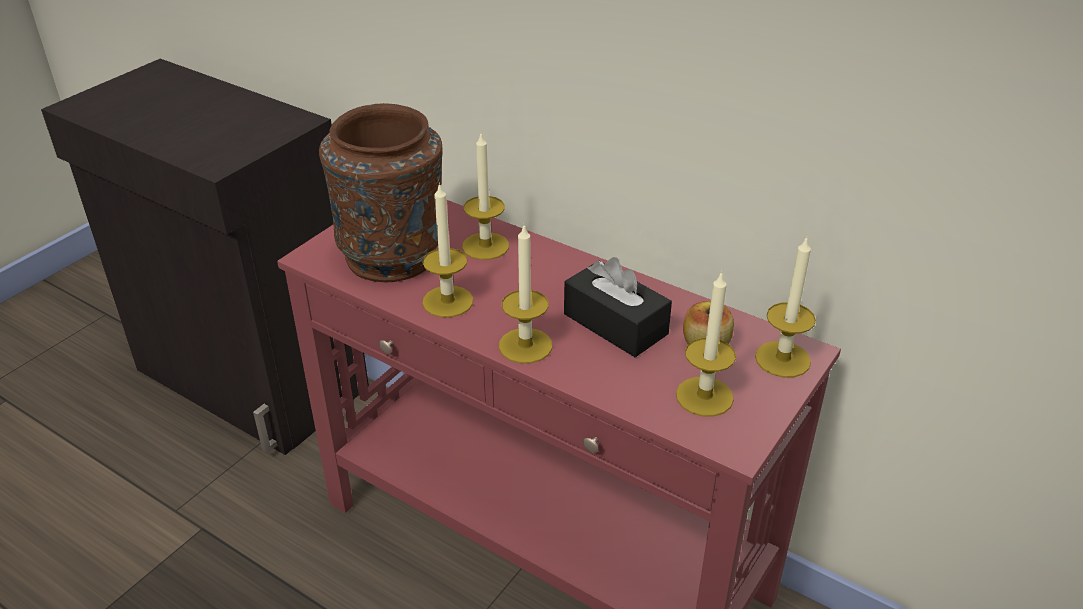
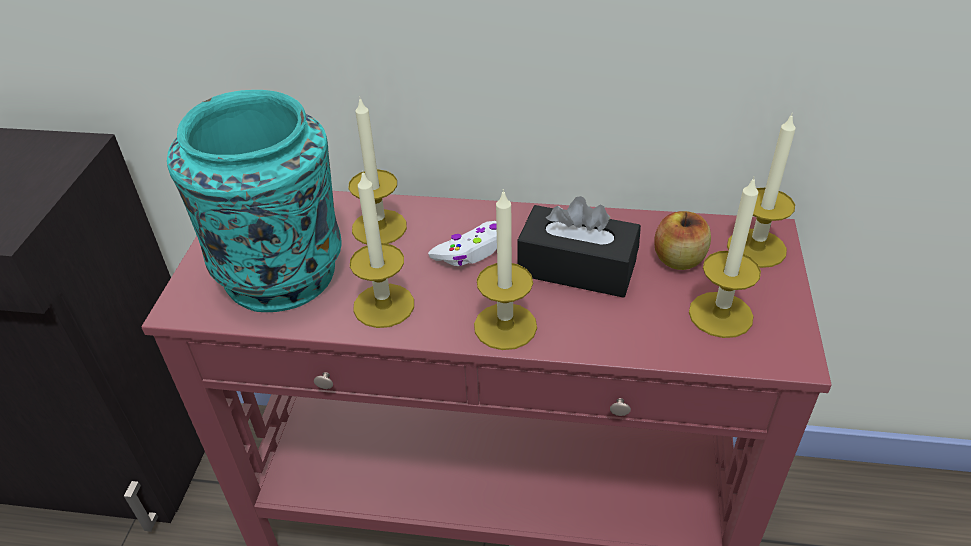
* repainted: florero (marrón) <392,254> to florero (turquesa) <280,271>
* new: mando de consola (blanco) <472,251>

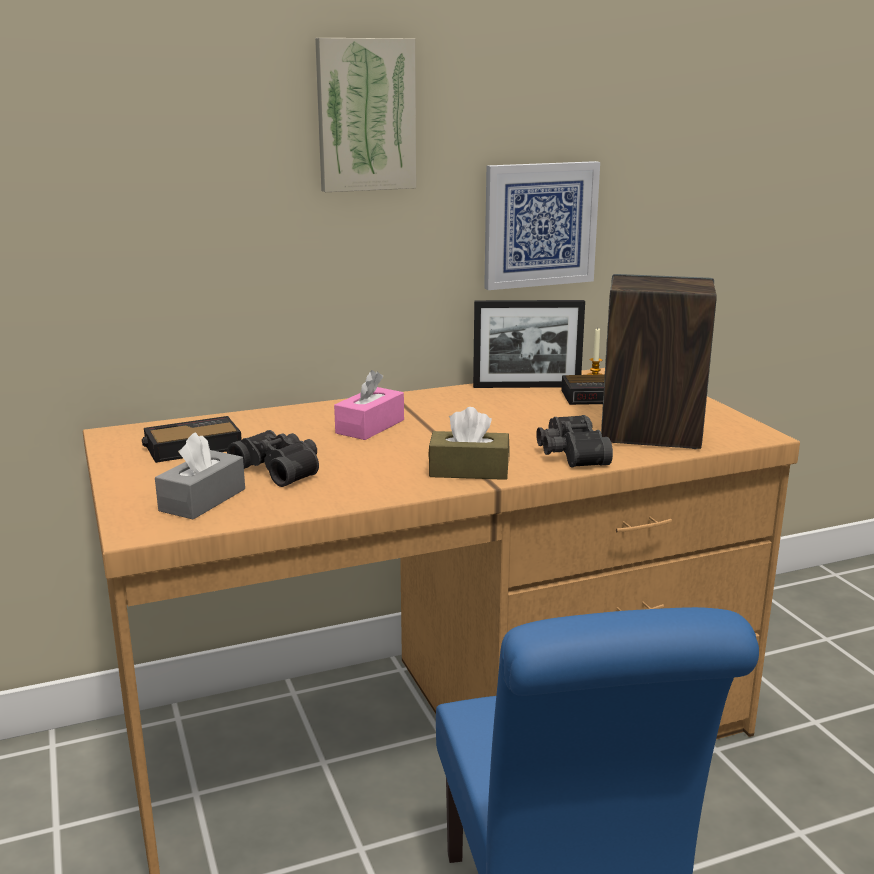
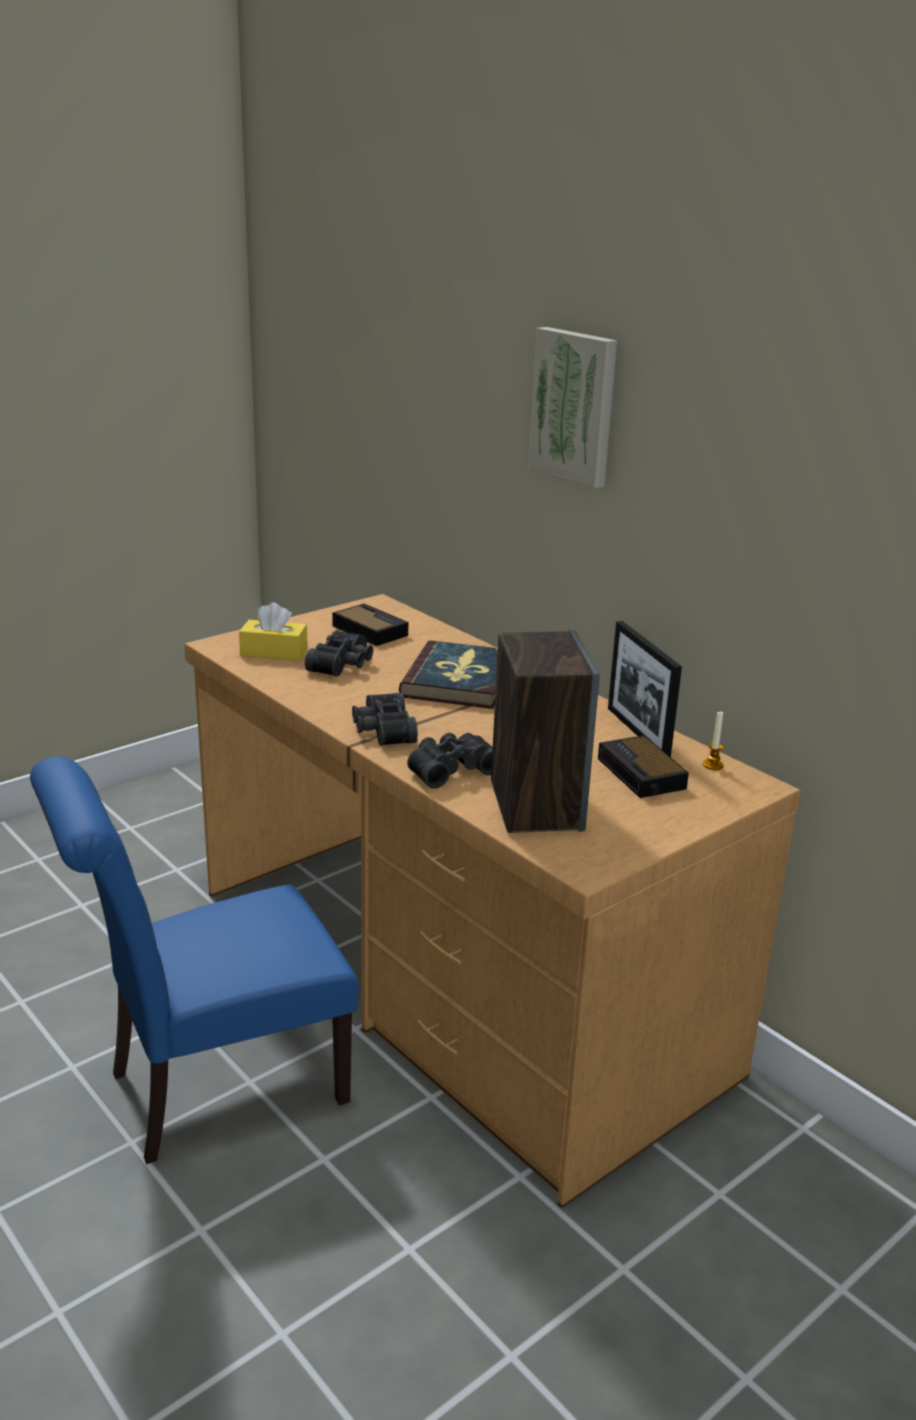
* repainted: caja de pañuelos (gris) <202,500> to caja de pañuelos (amarillo) <274,652>
* swapped: caja de pañuelos (marrón) <469,470> to prismáticos (negro) <382,730>
* swapped: caja de pañuelos (rosa) <370,426> to libro <459,680>
* gone: cuadro <540,224>

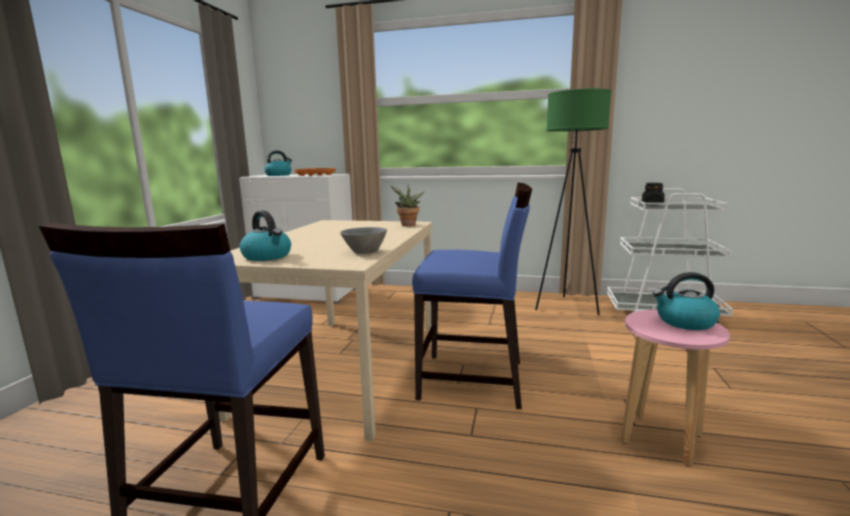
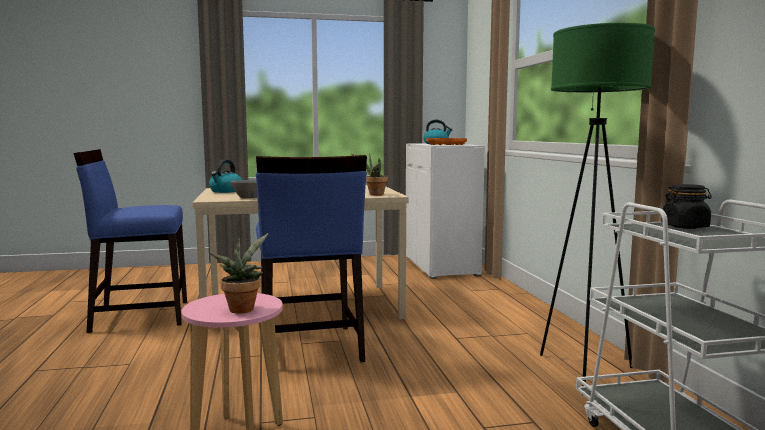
* swapped: hervidor <684,322> to planta en maceta <242,308>

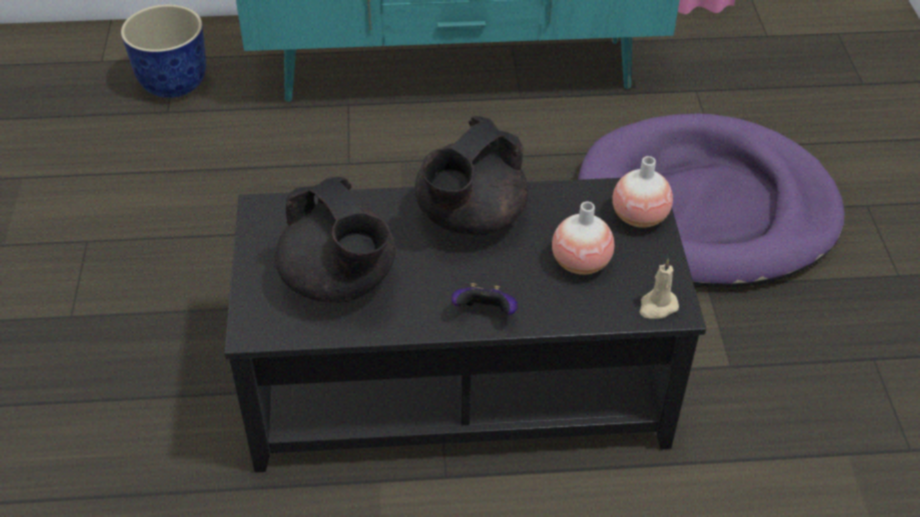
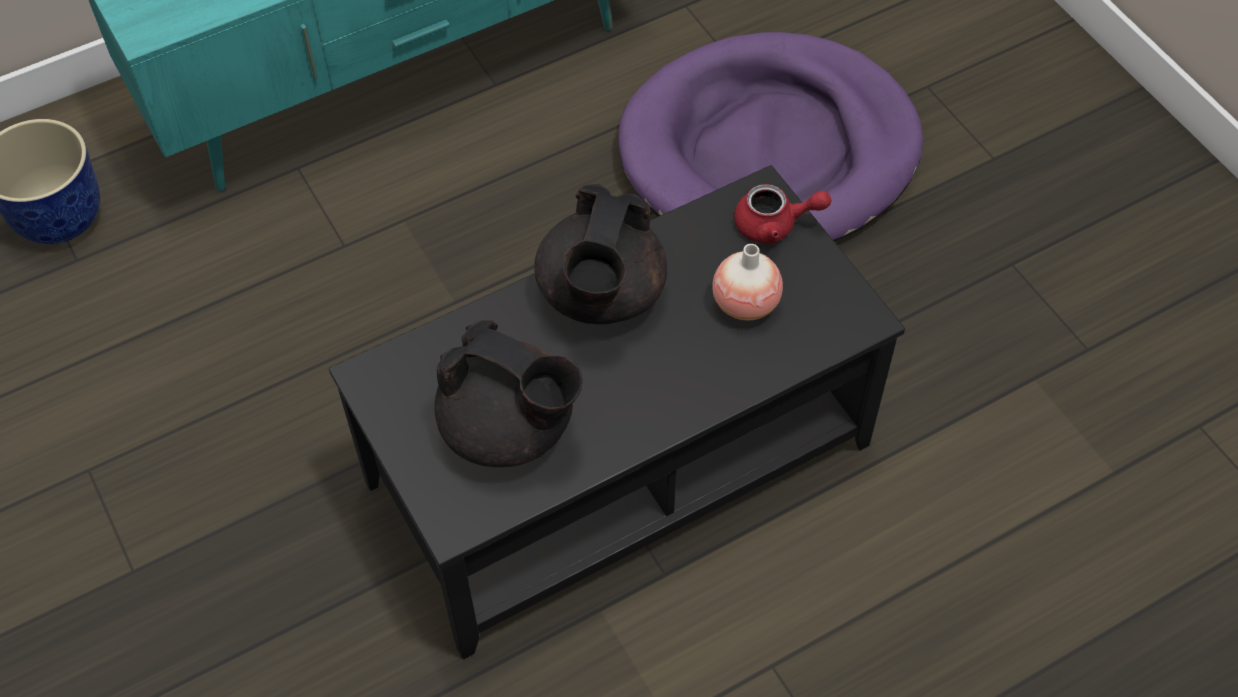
* swapped: florero <639,217> to tetera (rojo) <774,225>
* gone: mando de consola <485,313>
* gone: vela (beis) <657,306>

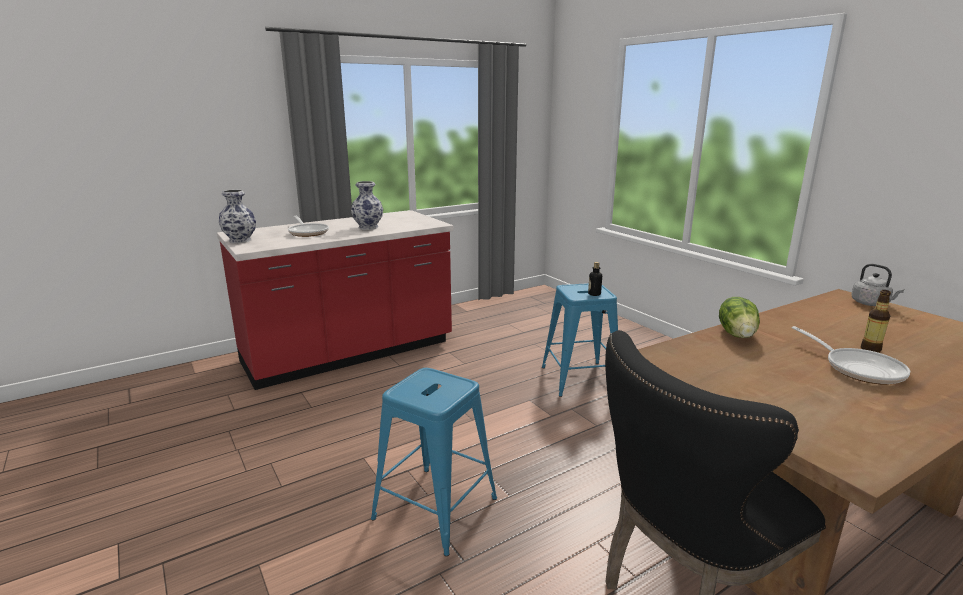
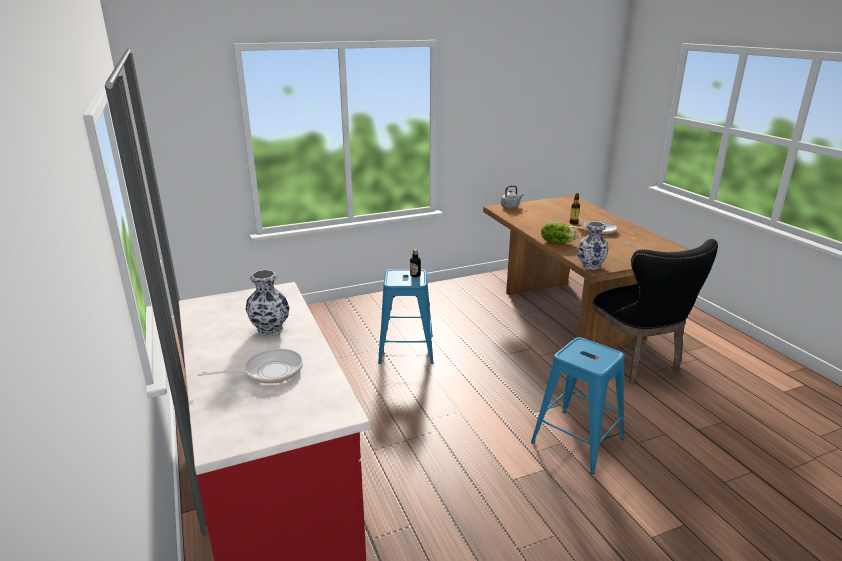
* shifted: florero <240,240> to <590,266>

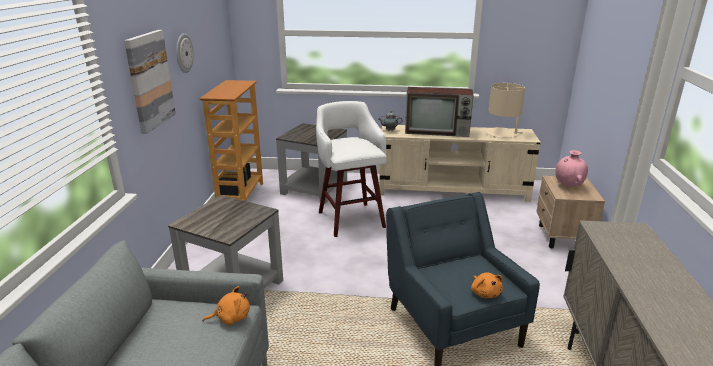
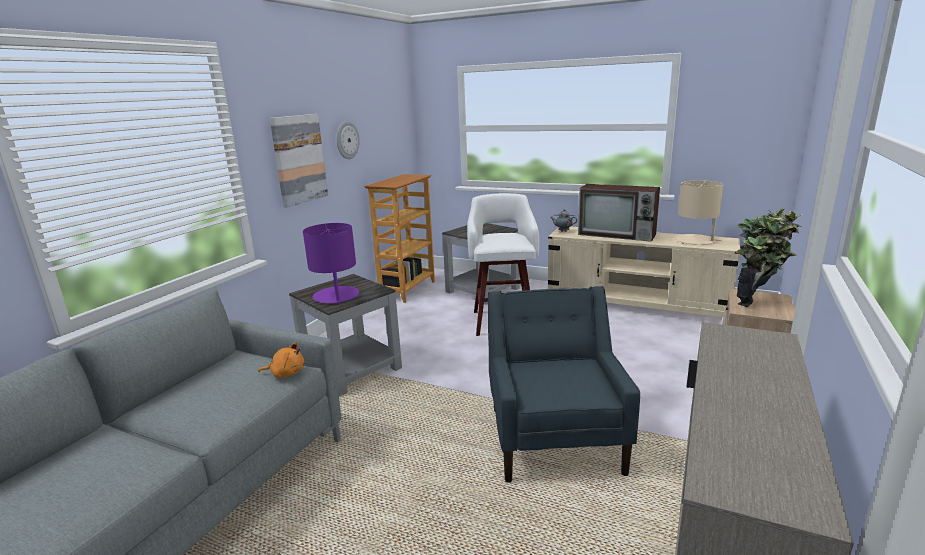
* new: lámpara de mesa (morado) <336,296>
* swapped: florero (rosa) <568,186> to planta en maceta <757,302>
* gone: peluche (naranja) <485,293>

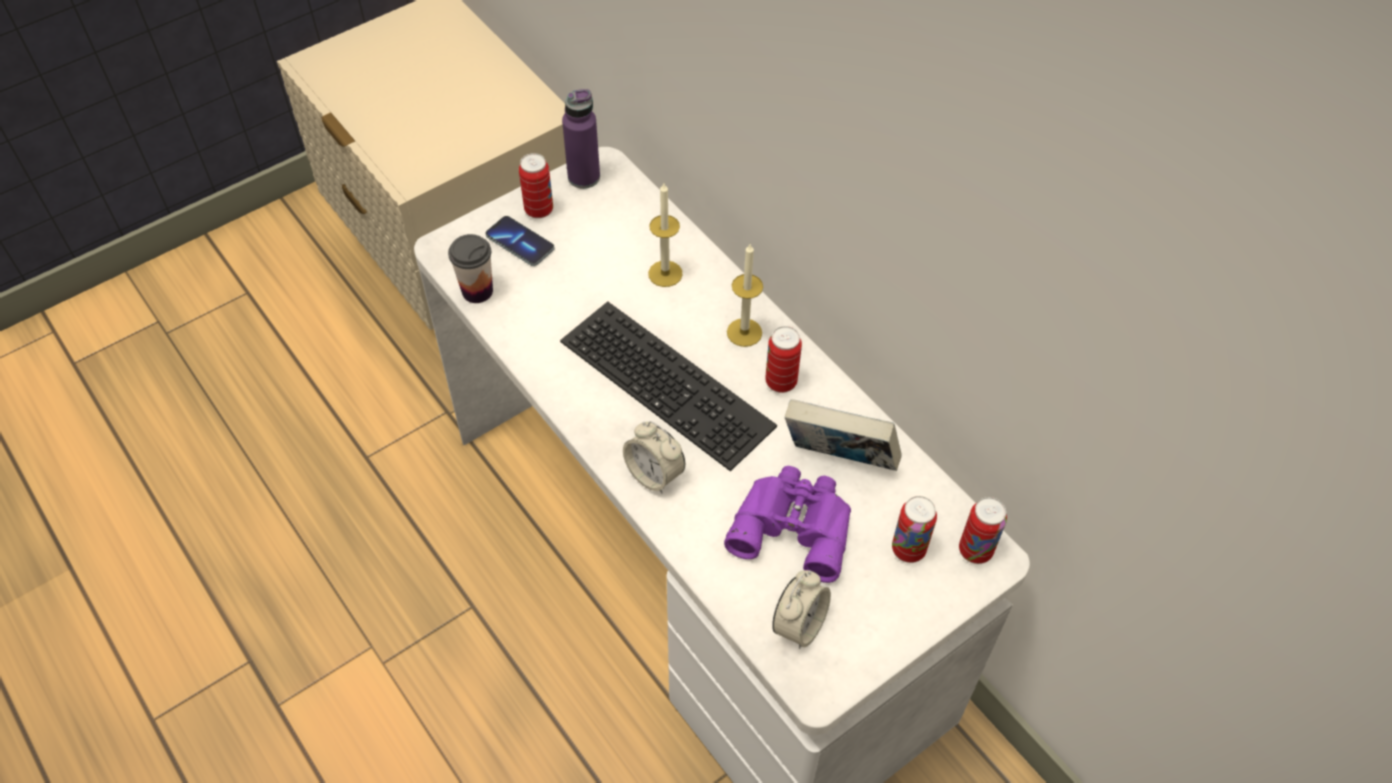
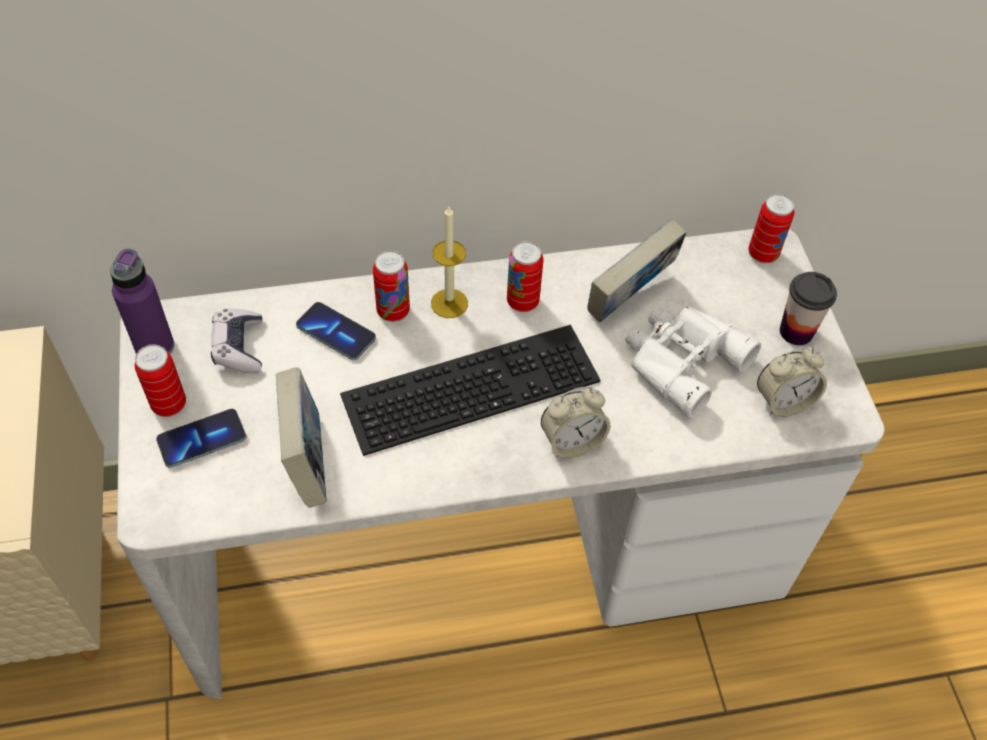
* new: mando de consola <239,347>
* new: libro <307,461>
* swapped: vela <665,273> to móvil <336,333>
* shifted: lata <908,549> to <393,311>
* repainted: prismáticos (morado) <793,524> to prismáticos (blanco) <680,360>
* rotated: despertador <799,625> = <783,402> 105 degrees clockwise
* shifted: taza <477,291> to <796,332>

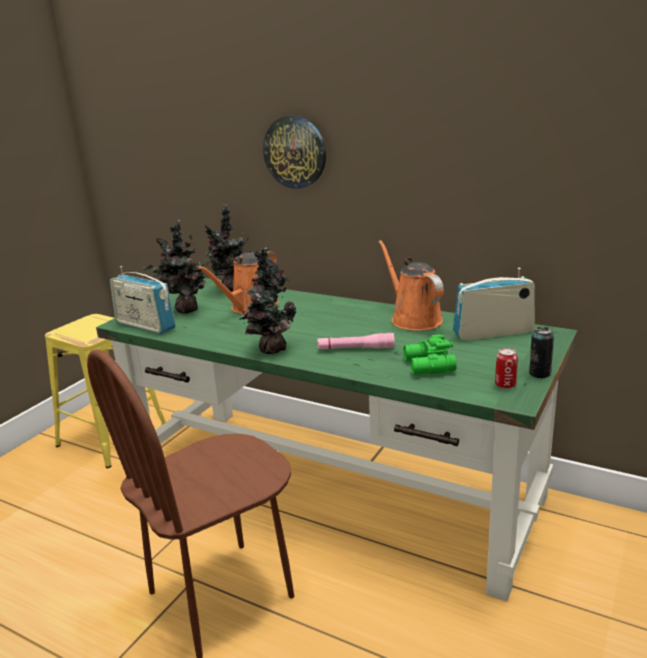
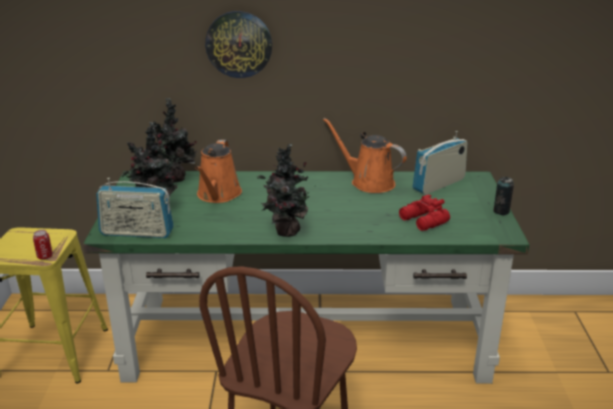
* shifted: lata <505,385> to <45,256>
* repainted: prismáticos (verde) <428,366> to prismáticos (rojo) <423,221>
* gone: linterna (rosa) <355,348>

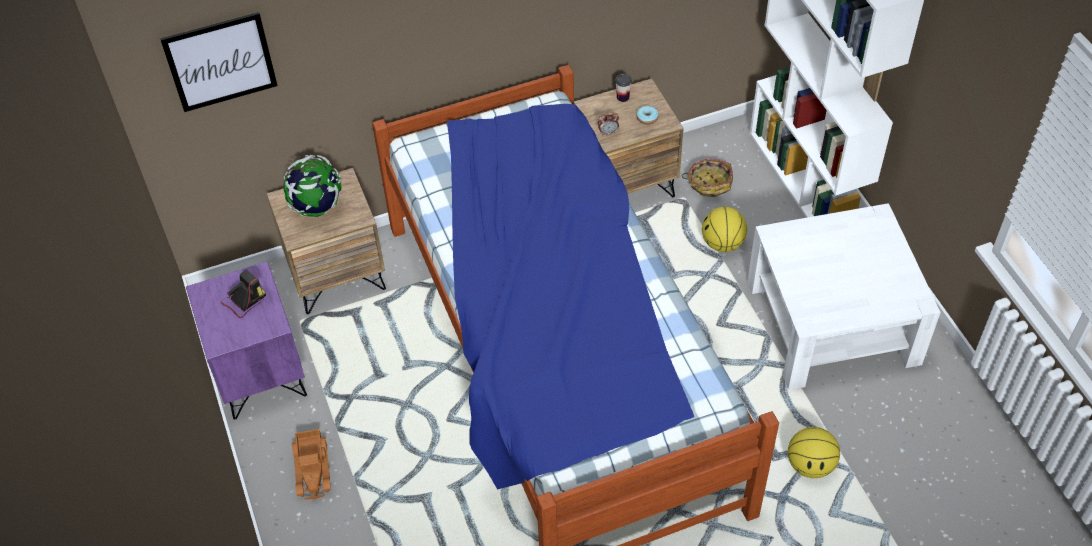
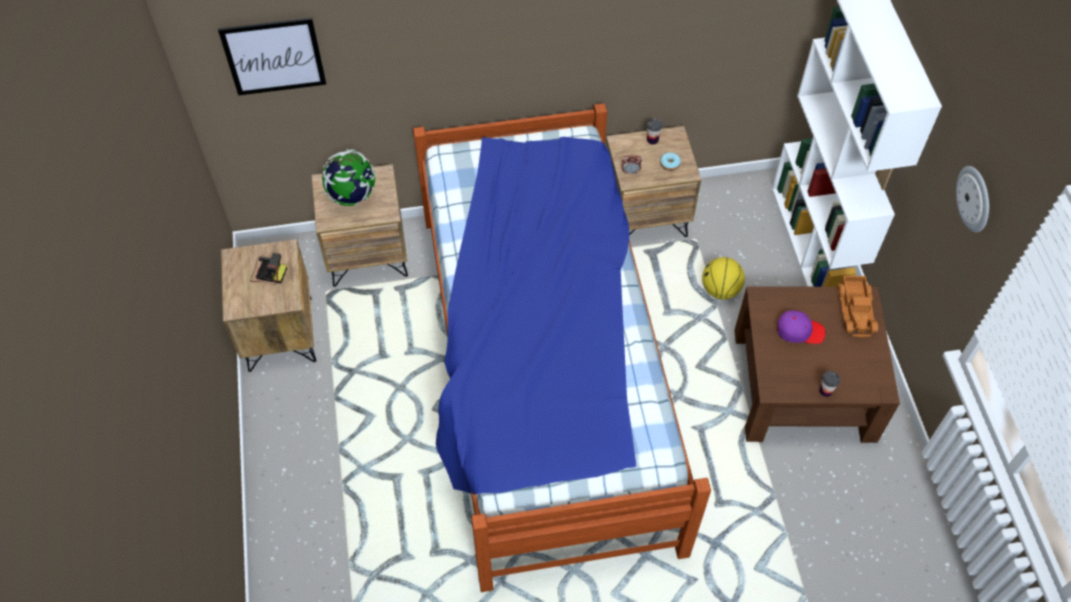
* repainted: mesita de noche (morado) <259,374> to mesita de noche (marrón) <279,334>
* rotated: cámara <244,301> = <267,272> 45 degrees clockwise
* repainted: mesa de centro (blanco) <832,322> to mesa de centro (marrón) <803,384>
* new: gorra (morado) <799,330>
* new: taza <825,391>
* shifted: camión de juguete <313,468> to <856,310>
* new: reloj de pared <974,198>
* gone: cesta <709,183>
* gone: balón de baloncesto <810,465>

